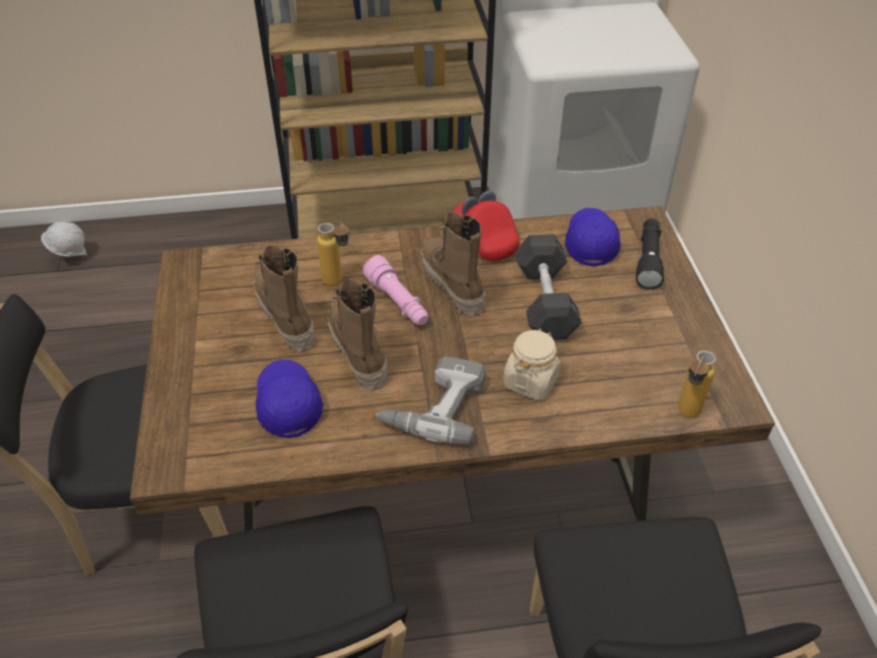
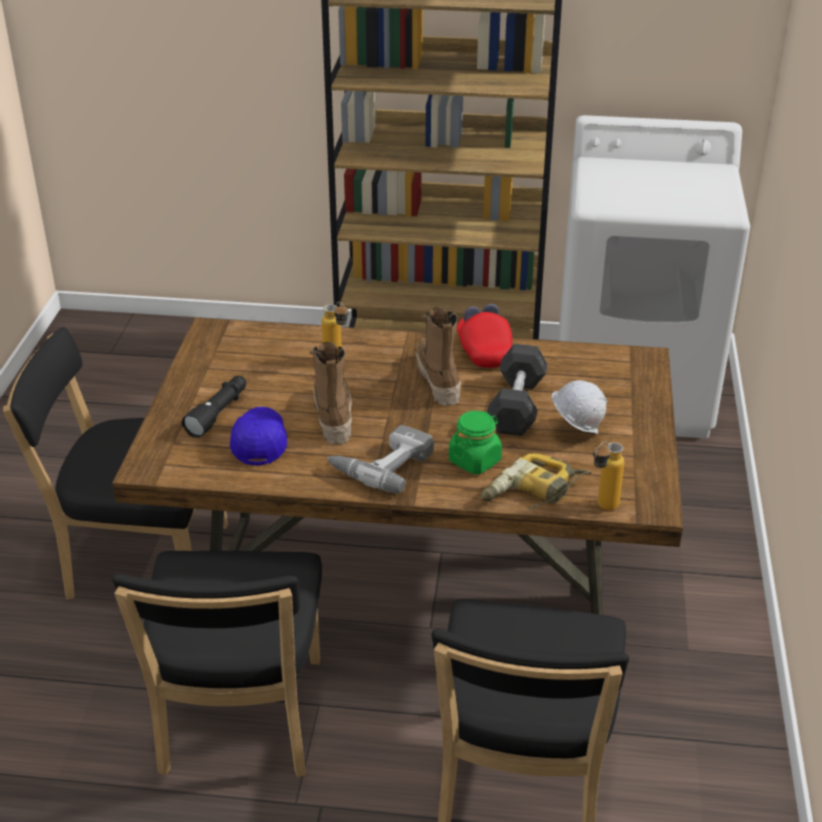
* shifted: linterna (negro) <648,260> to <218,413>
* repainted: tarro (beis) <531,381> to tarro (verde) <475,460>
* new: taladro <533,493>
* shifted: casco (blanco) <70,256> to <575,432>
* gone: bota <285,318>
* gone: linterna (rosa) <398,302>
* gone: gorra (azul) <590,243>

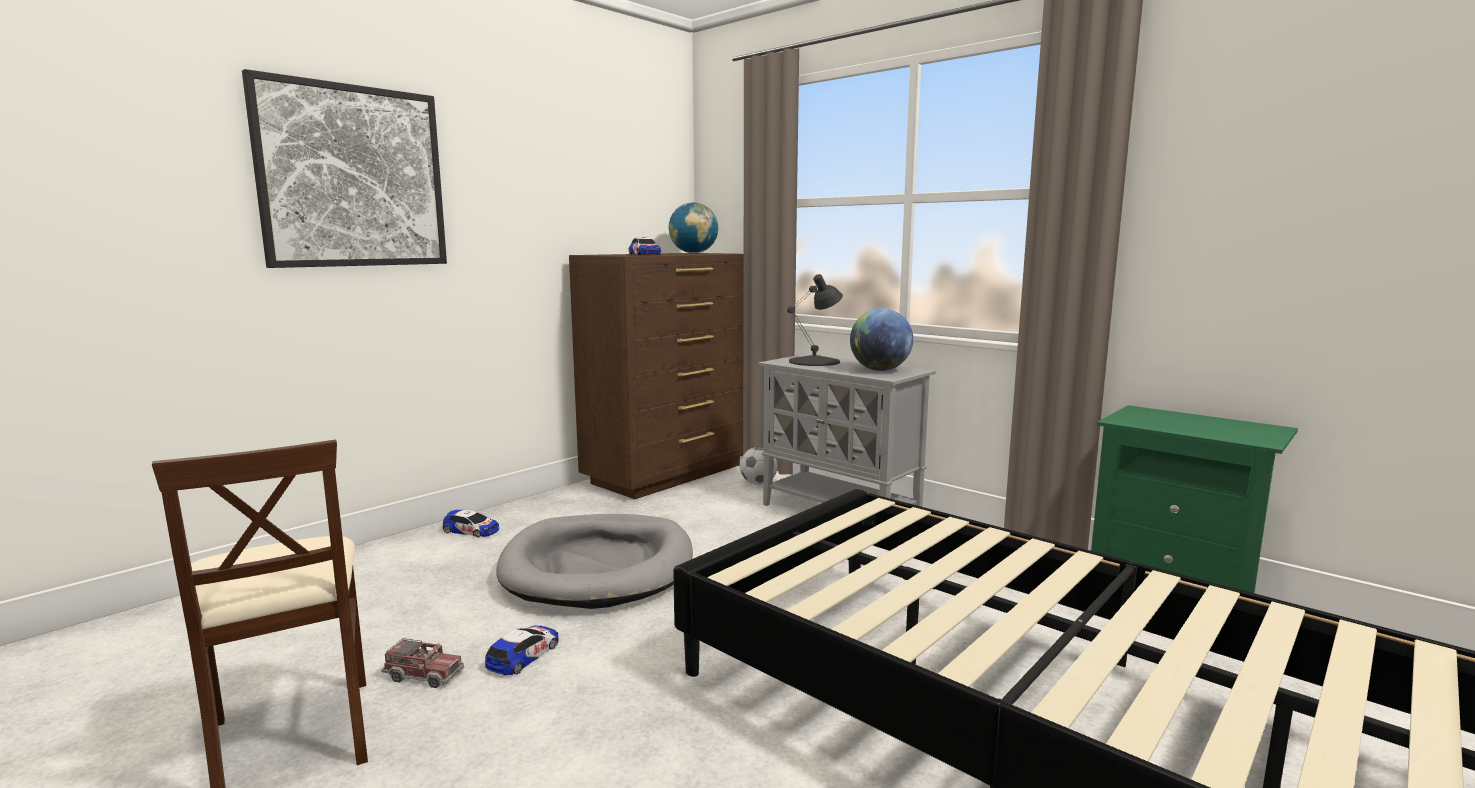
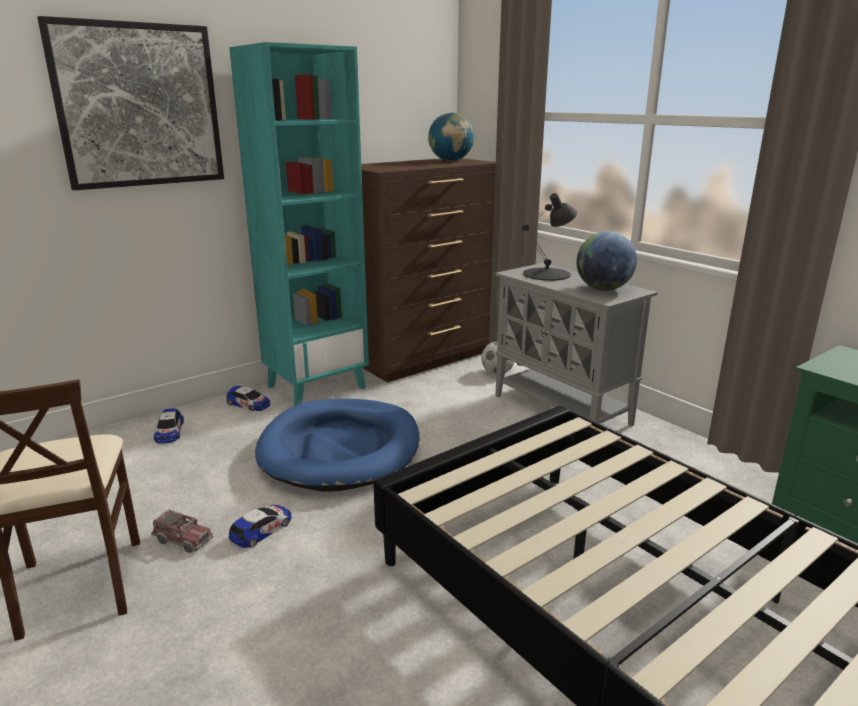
* shifted: coche de juguete <645,254> to <169,432>
* new: estantería (turquesa) <317,386>
* repainted: cama para perro (gris) <598,567> to cama para perro (azul) <340,449>

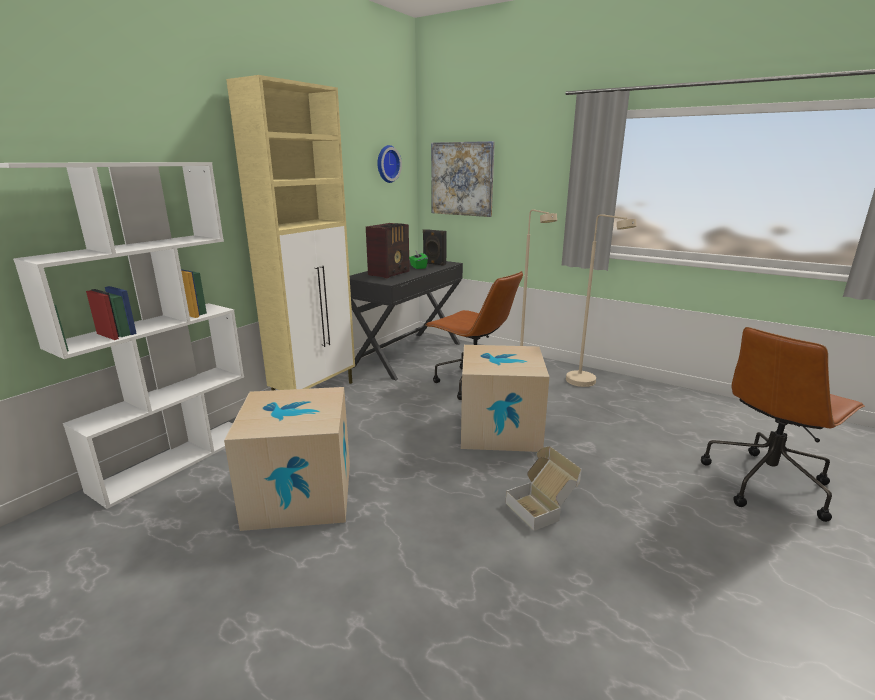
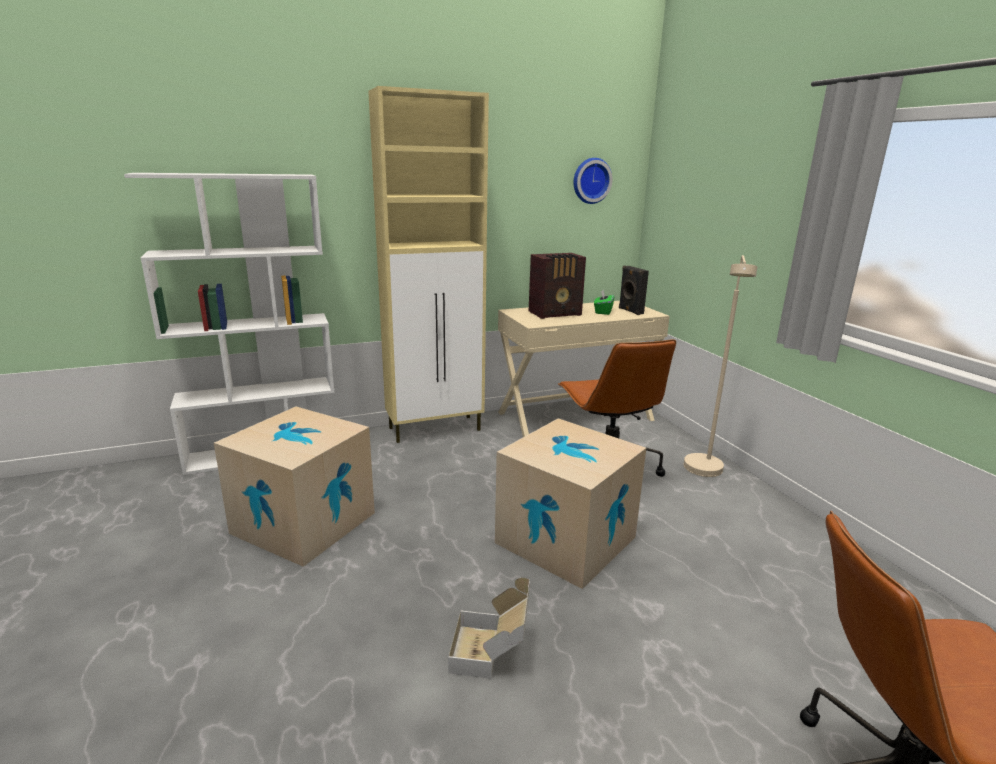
* repainted: escritorio (negro) <407,354> to escritorio (beis) <575,416>
* gone: cuadro <462,179>
* gone: lámpara de pie (beis) <586,384>

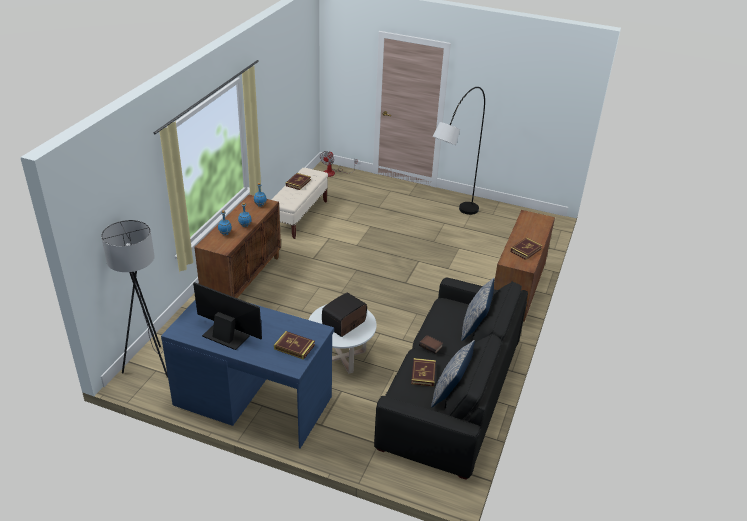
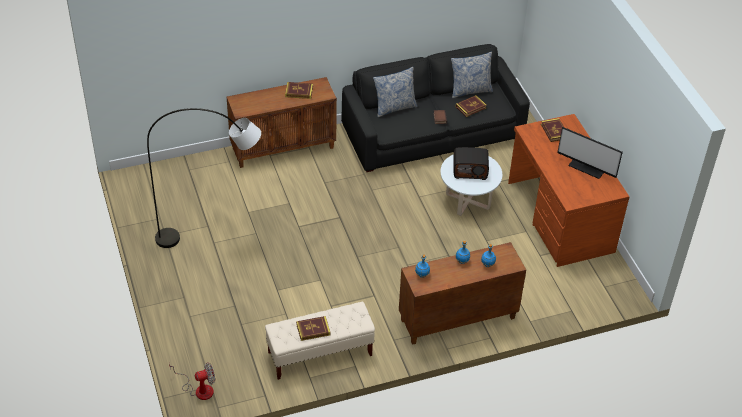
* repainted: escritorio (azul) <253,400> to escritorio (marrón) <559,217>
* rotated: monitor <226,335> = <587,167> 45 degrees counterclockwise
* gone: lámpara de pie (gris) <151,362>

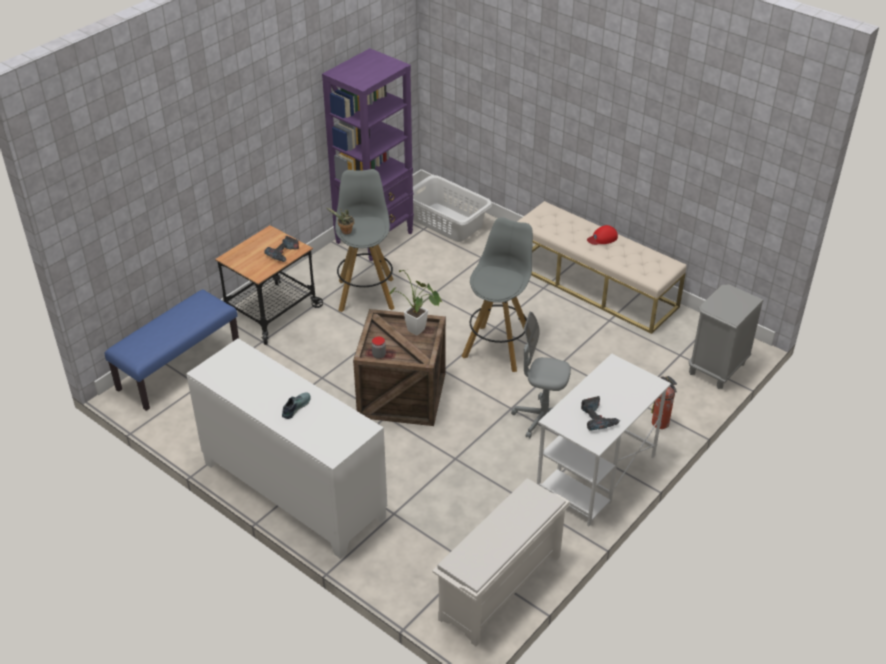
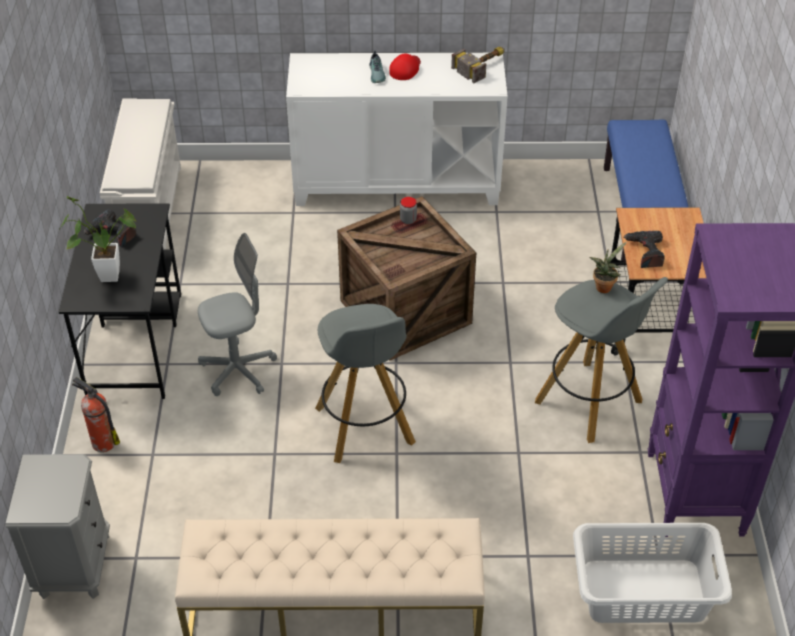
* repainted: escritorio (blanco) <595,476> to escritorio (negro) <135,344>
* shifted: planta en maceta <419,332> to <104,276>
* shifted: gorra (rojo) <602,238> to <405,69>
* new: martillo <483,65>

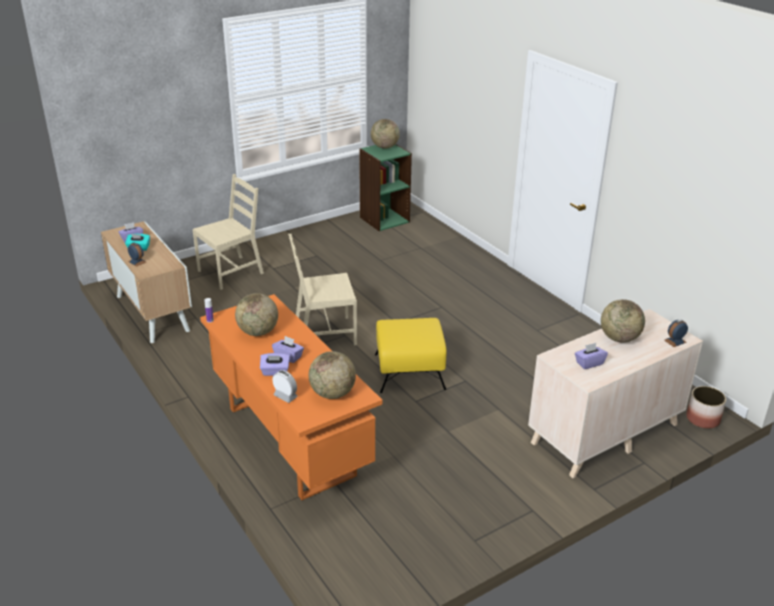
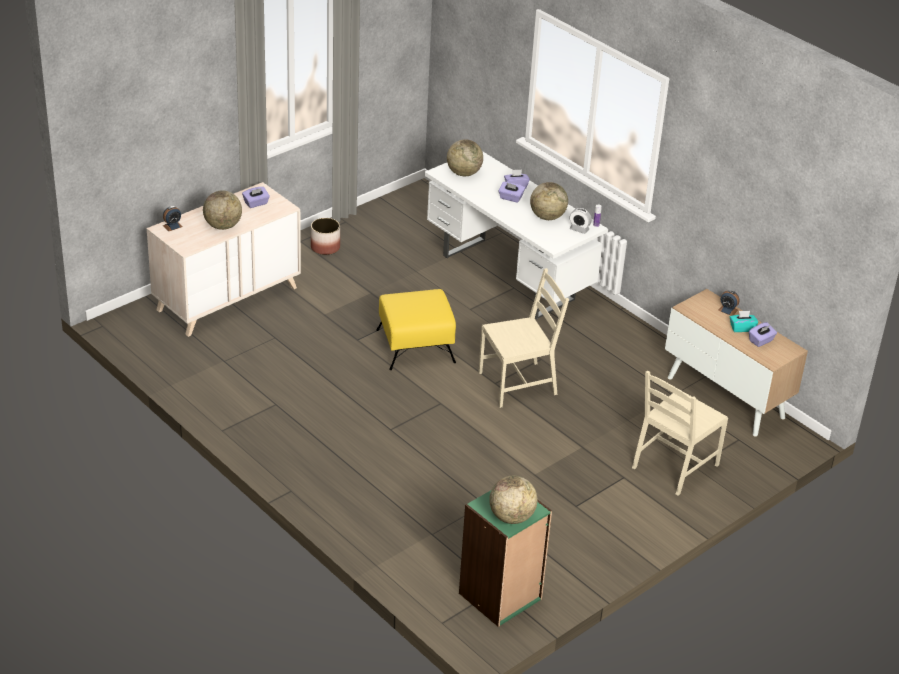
* shifted: maceta <702,419> to <325,247>
* repainted: escritorio (naranja) <289,441> to escritorio (blanco) <509,277>
* shifted: despertador <285,396> to <579,229>

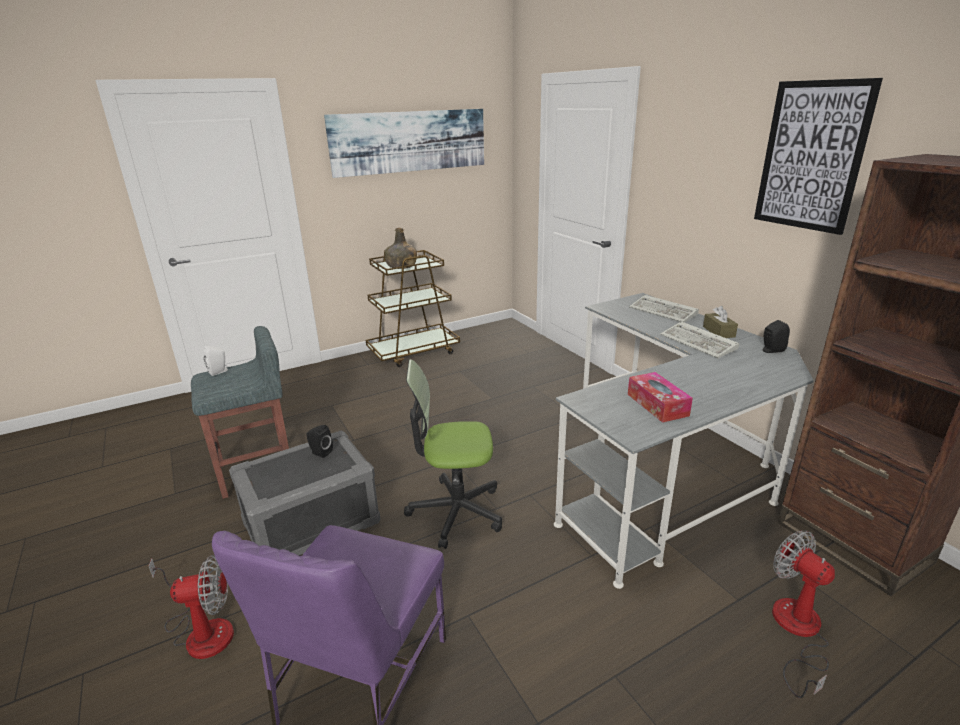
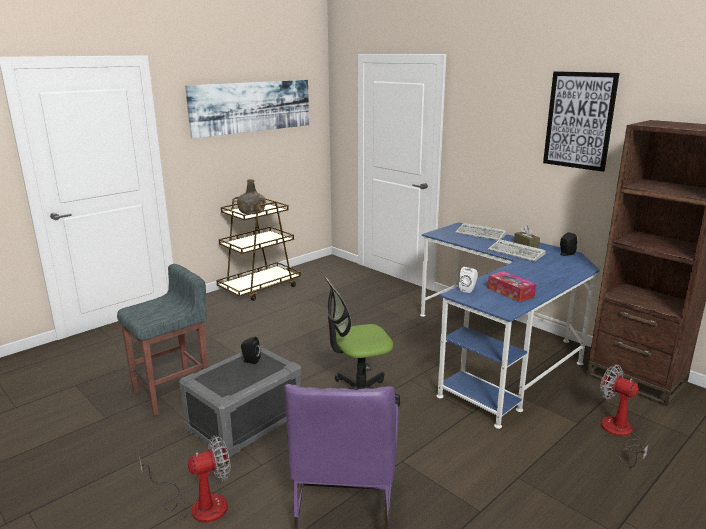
* repainted: escritorio (gris) <665,468> to escritorio (azul) <500,351>
* shifted: altavoz (blanco) <219,371> to <468,289>

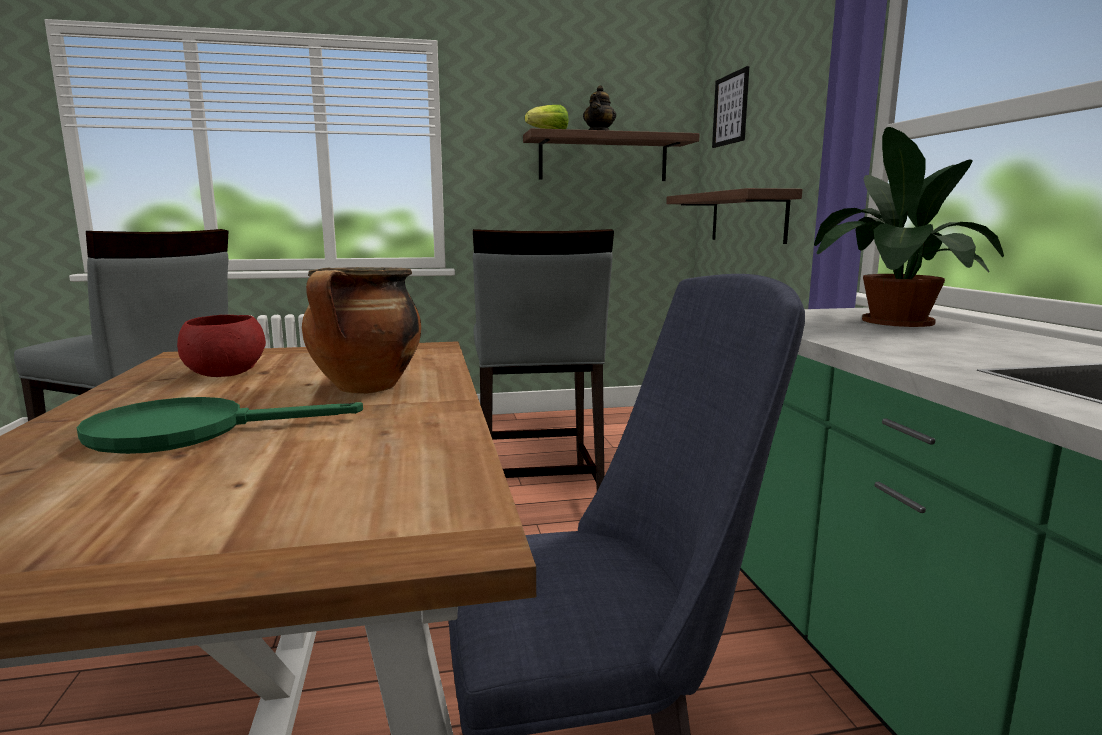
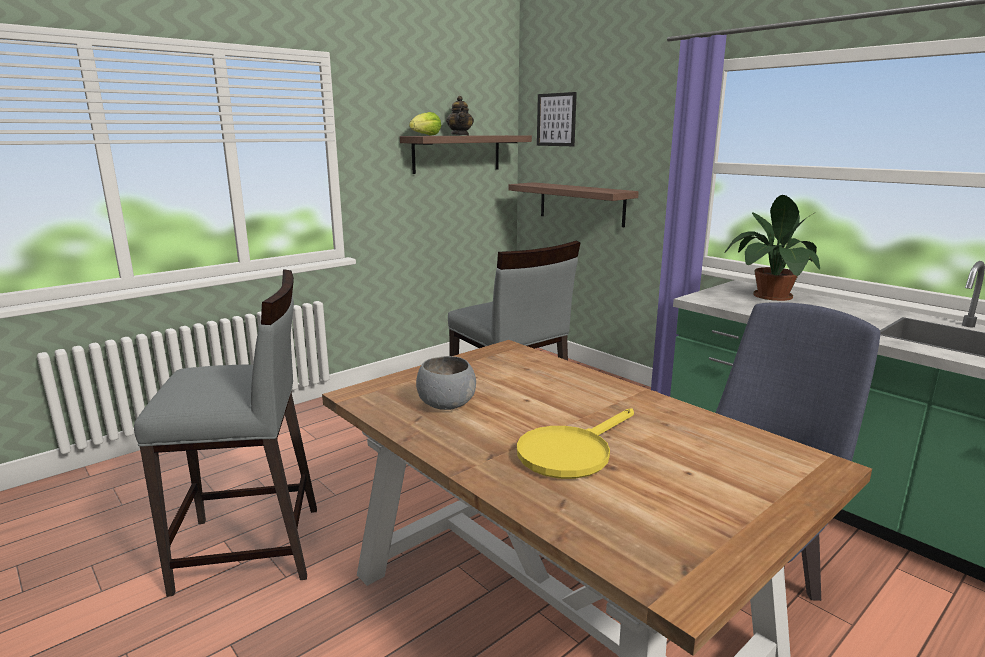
* repainted: cuenco (rojo) <224,374> to cuenco (gris) <446,405>
* repainted: sartén (verde) <191,431> to sartén (amarillo) <571,452>
* gone: olla <366,389>

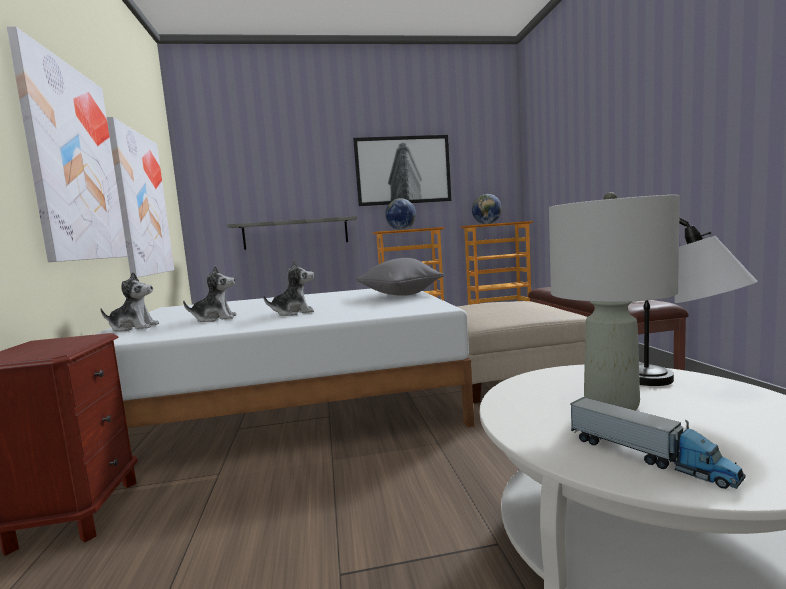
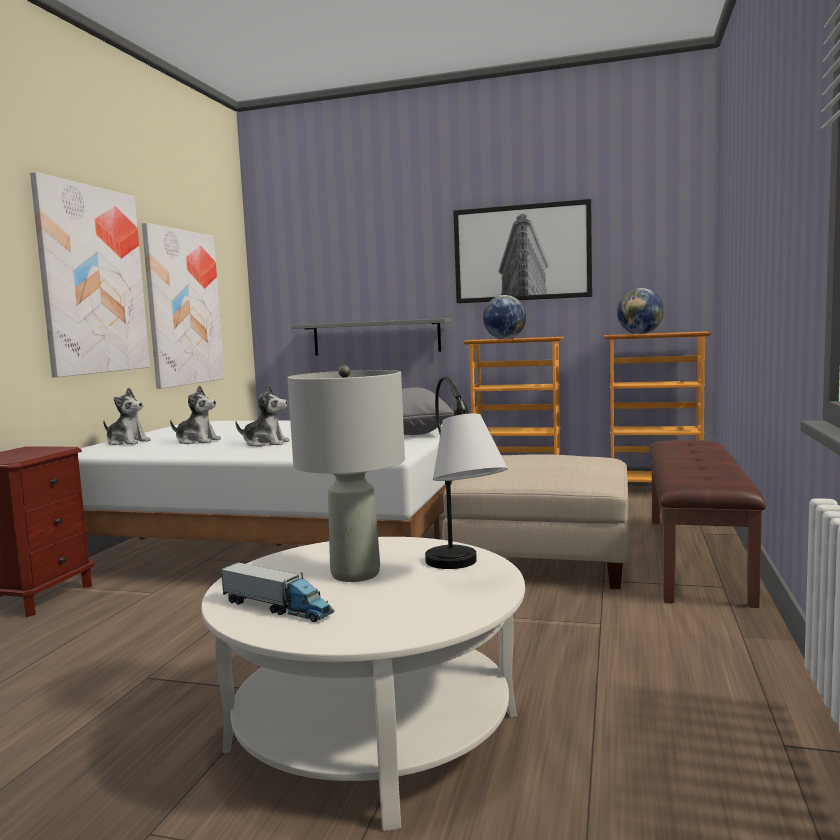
* rotated: camión de juguete <647,457> = <277,608> 45 degrees counterclockwise

